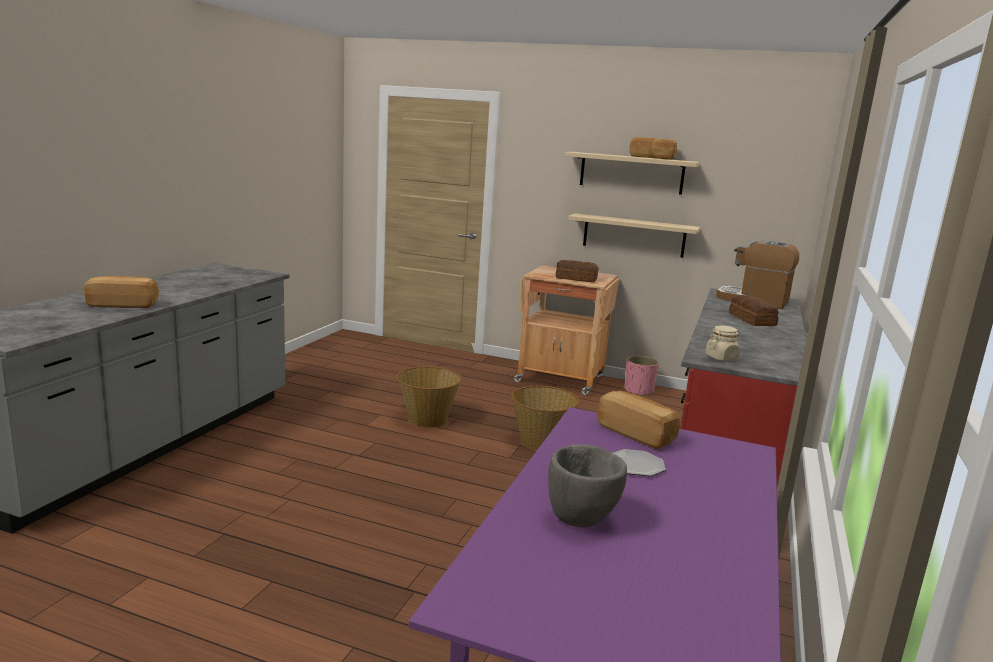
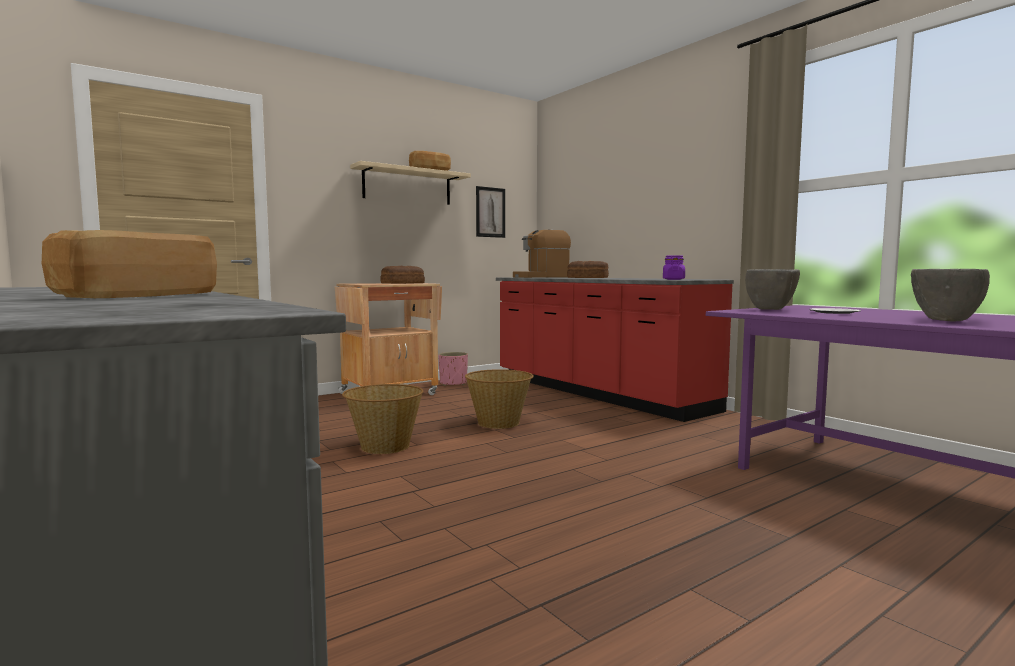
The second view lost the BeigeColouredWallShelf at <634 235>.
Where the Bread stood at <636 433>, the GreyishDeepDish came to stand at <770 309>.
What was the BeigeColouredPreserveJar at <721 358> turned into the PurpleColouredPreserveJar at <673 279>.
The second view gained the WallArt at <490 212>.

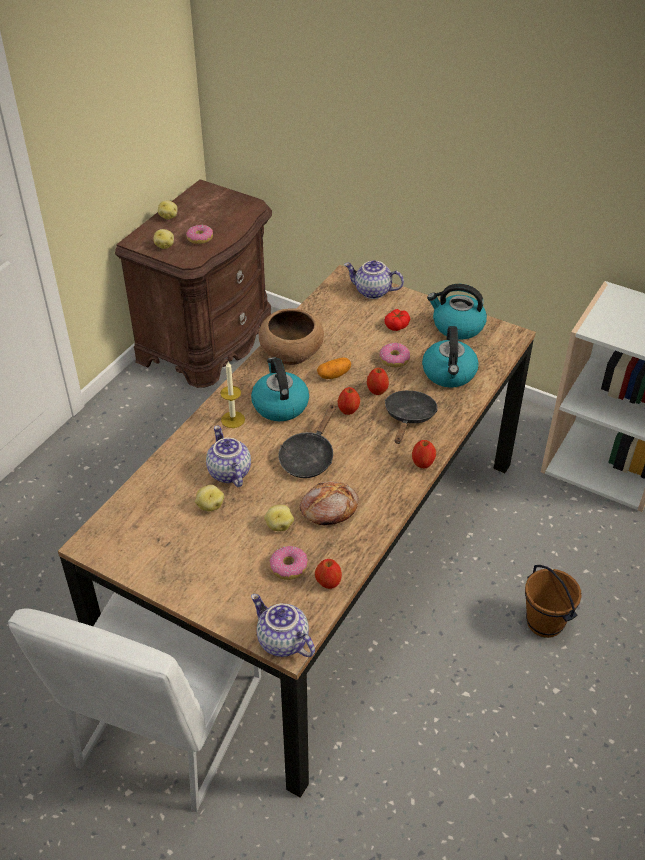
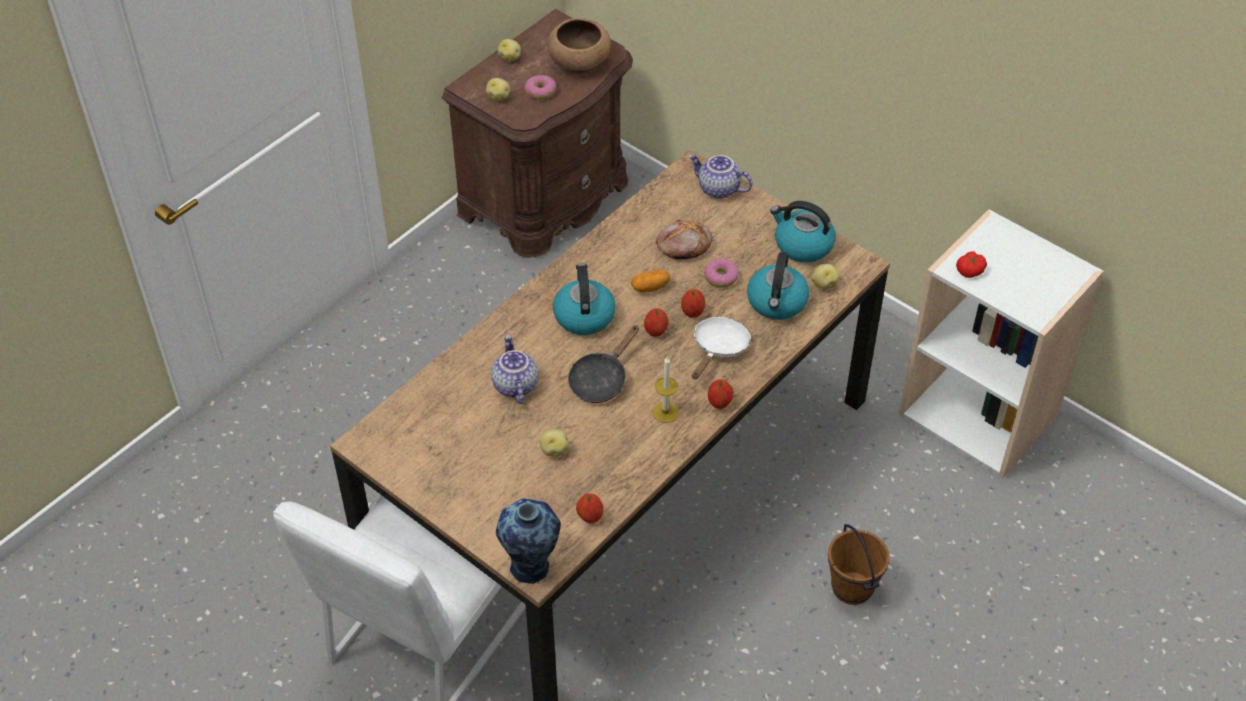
The Spud ended up elsewhere, having gone from <210 505> to <823 283>.
The Candle ended up elsewhere, having gone from <233 419> to <665 412>.
Where the PotForTea stood at <281 641>, the DecorativeVase came to stand at <531 568>.
The BrownDeepDish ended up elsewhere, having gone from <292 353> to <580 62>.
The second view lost the Doughnut at <288 567>.
The Bread ended up elsewhere, having gone from <328 508> to <683 245>.
The Tomato ended up elsewhere, having gone from <397 325> to <970 270>.
What was the BlackSkillet at <409 417> turned into the WhiteColouredSkillet at <719 348>.

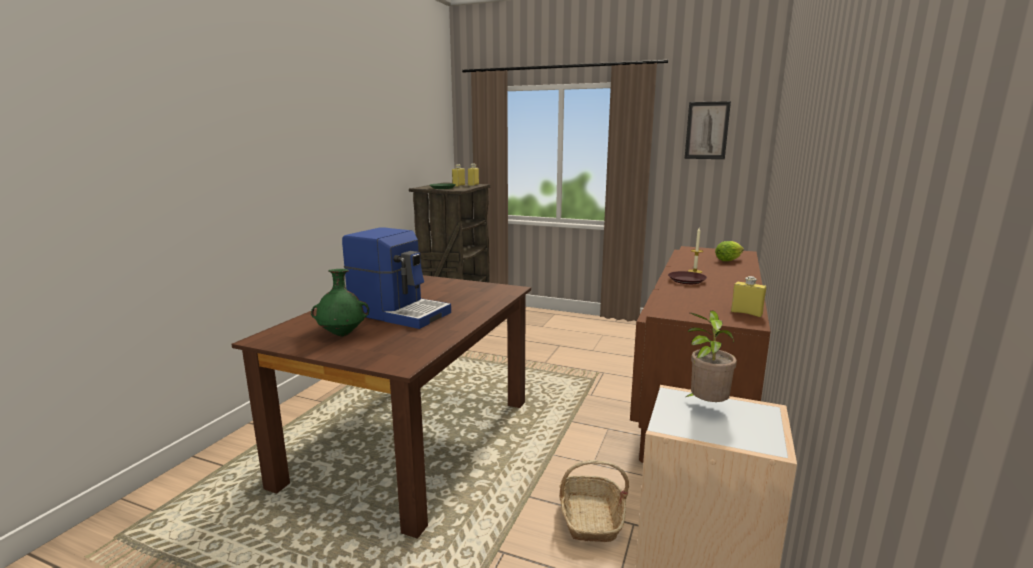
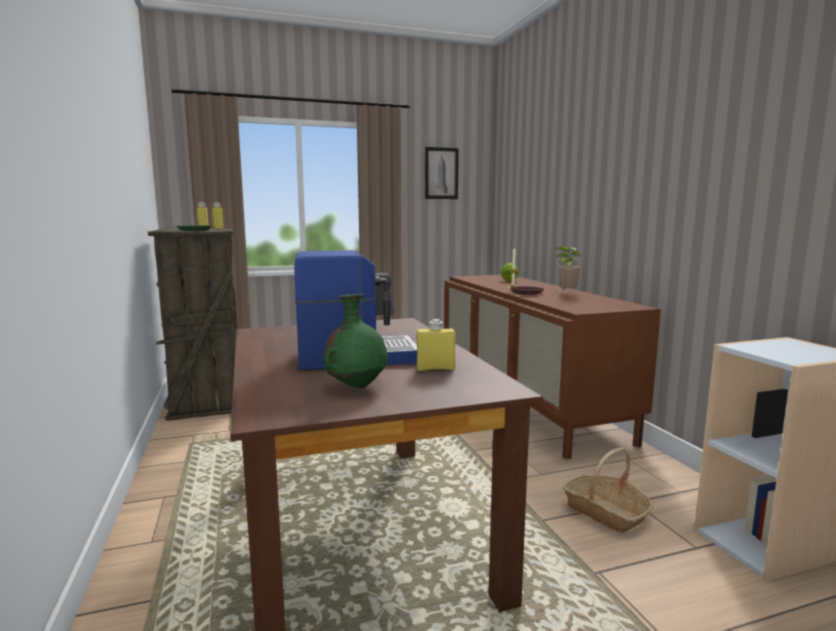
The PottedPlant ended up elsewhere, having gone from <705 406> to <566 294>.
The YellowColouredBeverageBottle ended up elsewhere, having gone from <746 313> to <435 369>.

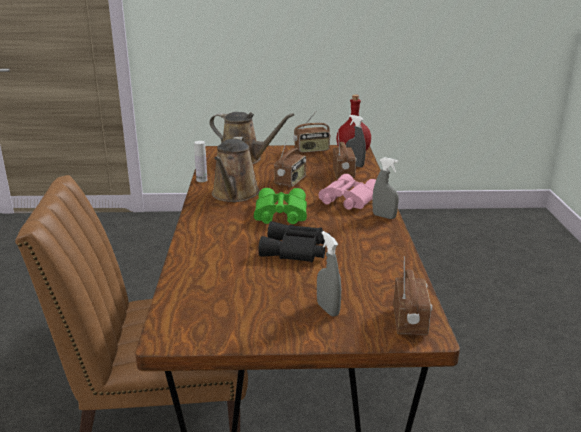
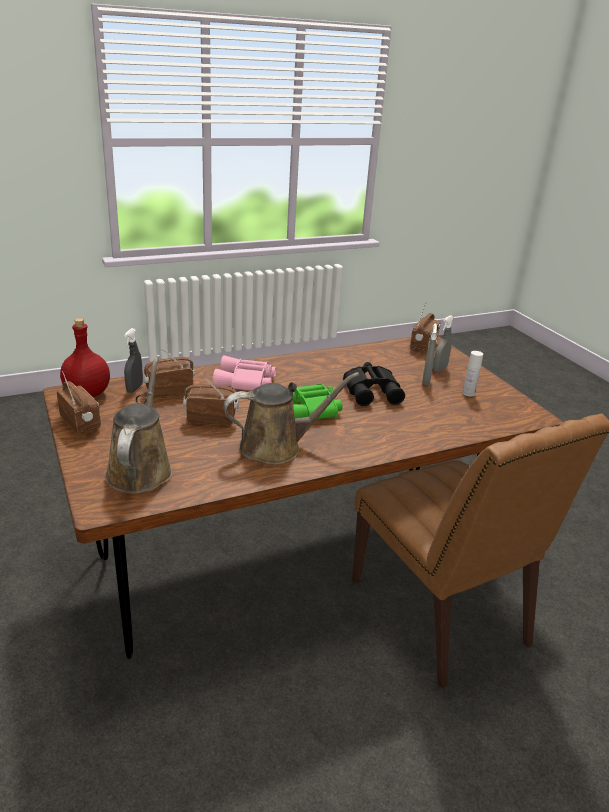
The WhiteColouredBeverageBottle ended up elsewhere, having gone from <201 180> to <468 393>.
The GreyishSprayBottle ended up elsewhere, having gone from <384 216> to <426 381>.
The Radio at <410 322> ended up facing another way, 135 degrees clockwise from before.

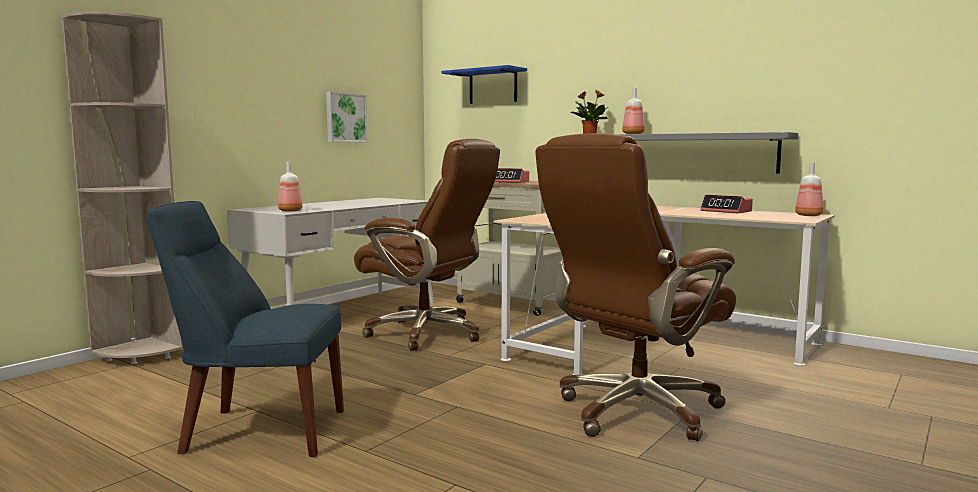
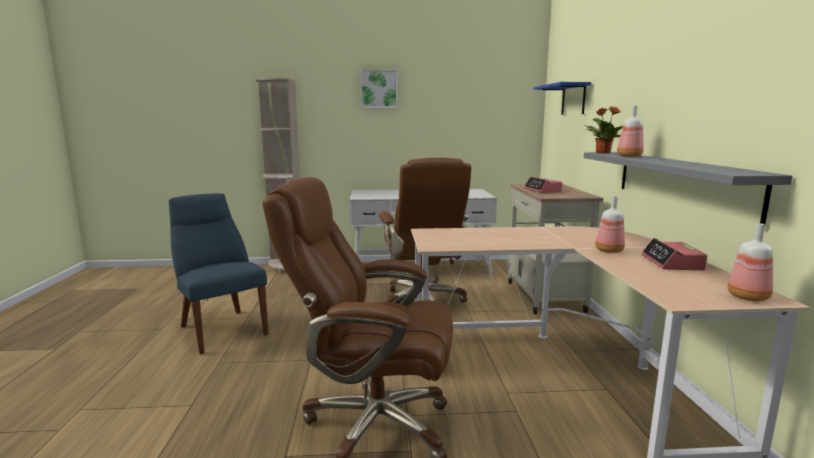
The BeverageBottle ended up elsewhere, having gone from <289 211> to <608 250>.
The WallArt ended up elsewhere, having gone from <345 117> to <379 89>.

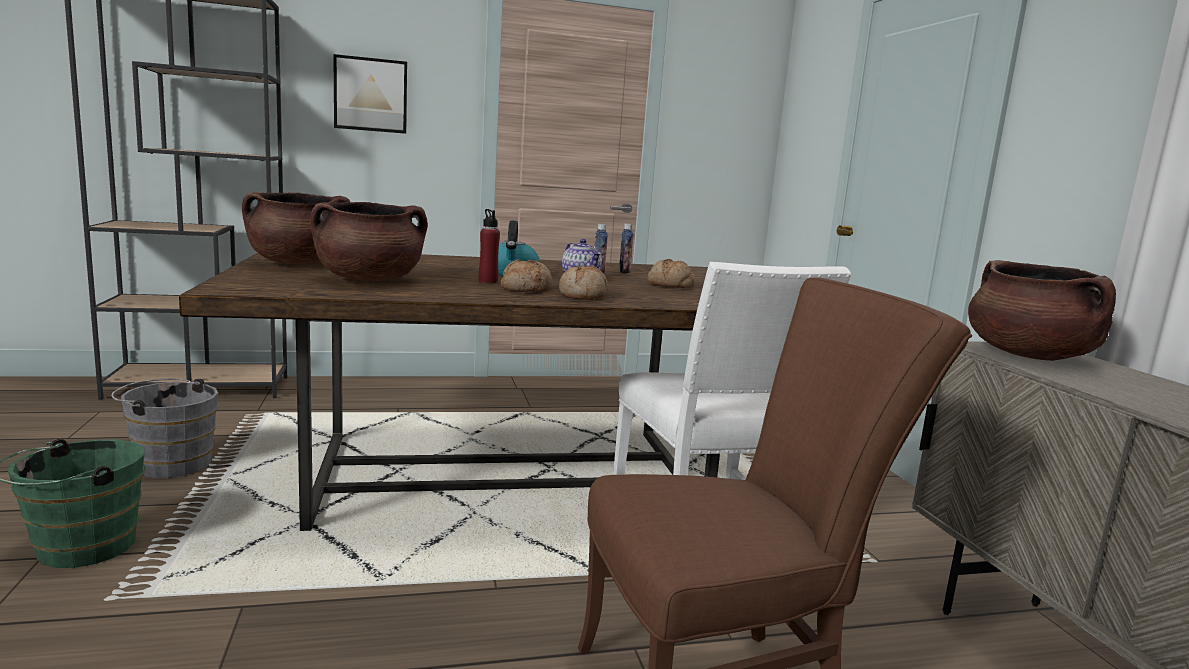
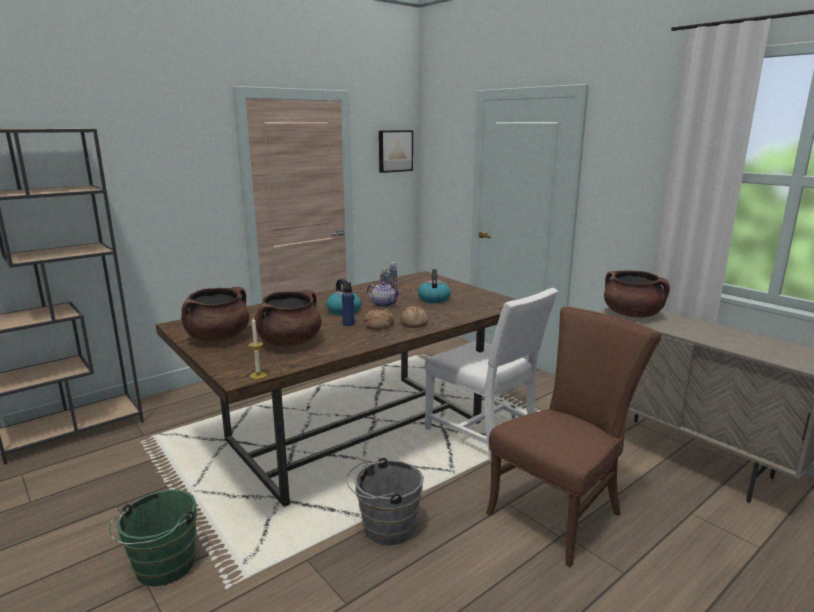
The GreyishPail ended up elsewhere, having gone from <170 463> to <384 528>.
The WallArt ended up elsewhere, having gone from <371 95> to <394 151>.
What was the RedBeverageBottle at <488 281> turned into the BlueBeverageBottle at <348 324>.
Where the Bread stood at <669 285>, the WaterKettle came to stand at <433 299>.
The second view gained the Candle at <258 375>.

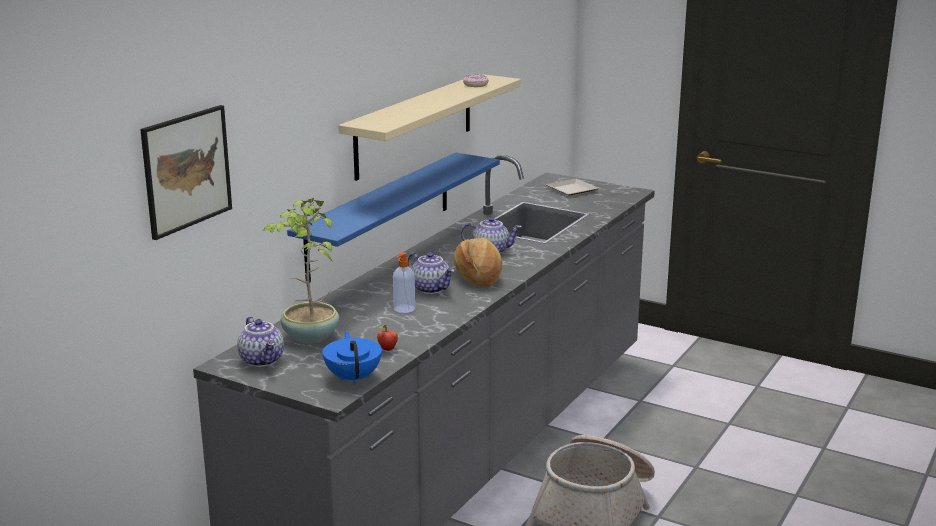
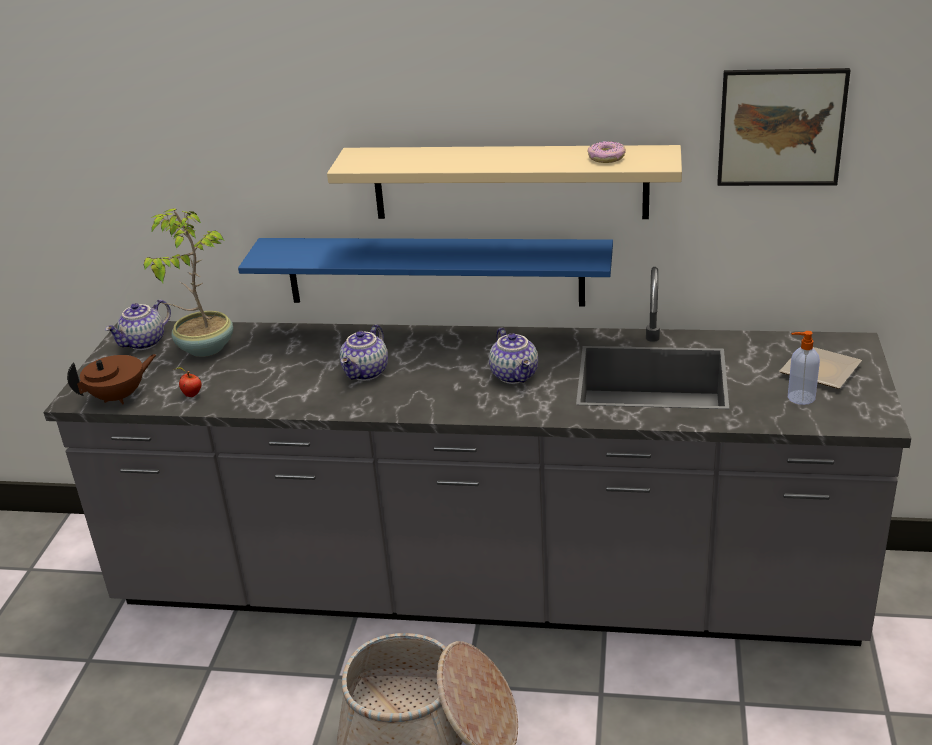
The WallArt ended up elsewhere, having gone from <186 170> to <781 127>.
What was the BluePotForTea at <353 377> turned into the BrownPotForTea at <119 397>.
The SoapDispenser ended up elsewhere, having gone from <404 309> to <800 397>.
The second view lost the Bread at <479 276>.

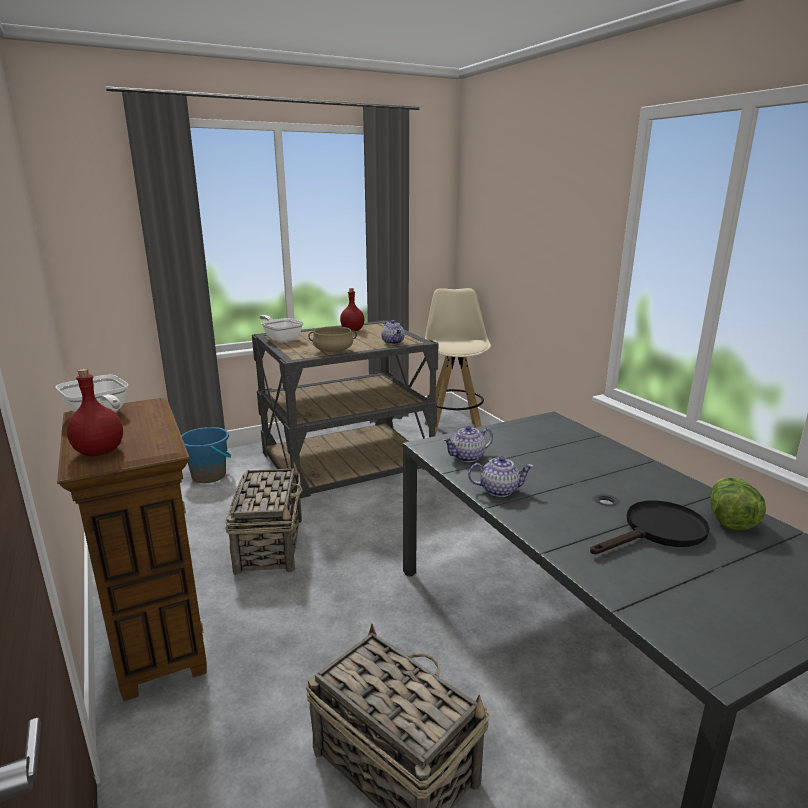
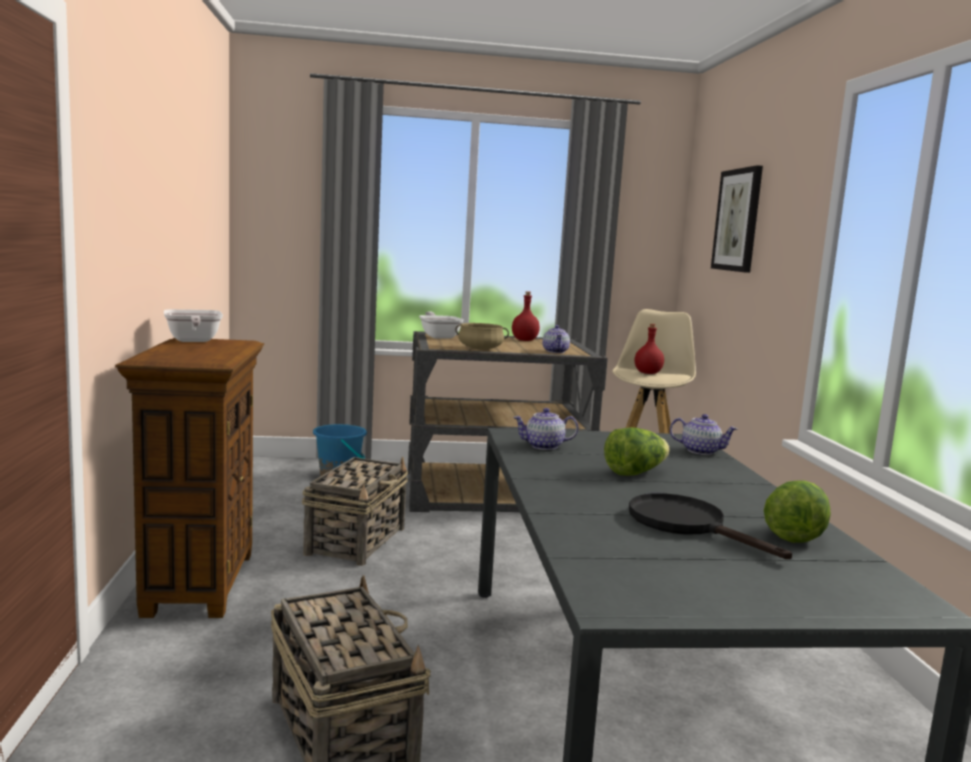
The RedBeverageBottle ended up elsewhere, having gone from <98 452> to <647 373>.
The PotForTea ended up elsewhere, having gone from <499 490> to <701 451>.
The BlackSkillet at <657 532> ended up facing another way, 120 degrees counterclockwise from before.
The second view gained the HeadOfLettuce at <634 473>.
The second view gained the WallArt at <738 220>.

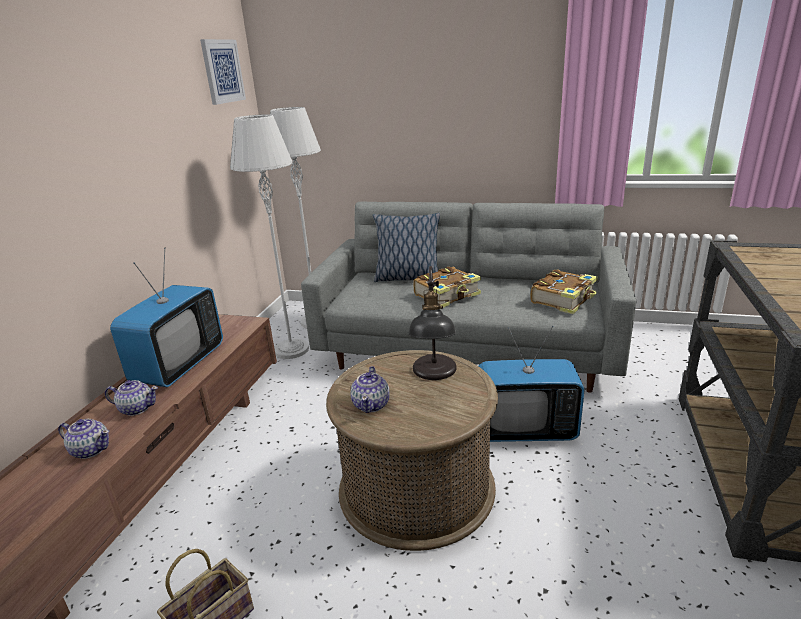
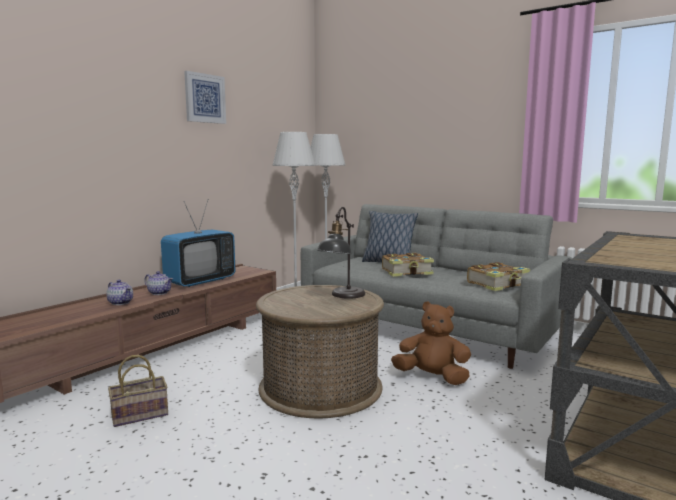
The WallArt ended up elsewhere, having gone from <222 71> to <205 98>.
The second view lost the PotForTea at <371 404>.
Where the Tv stood at <525 430>, the BrownPlushToy came to stand at <432 377>.

